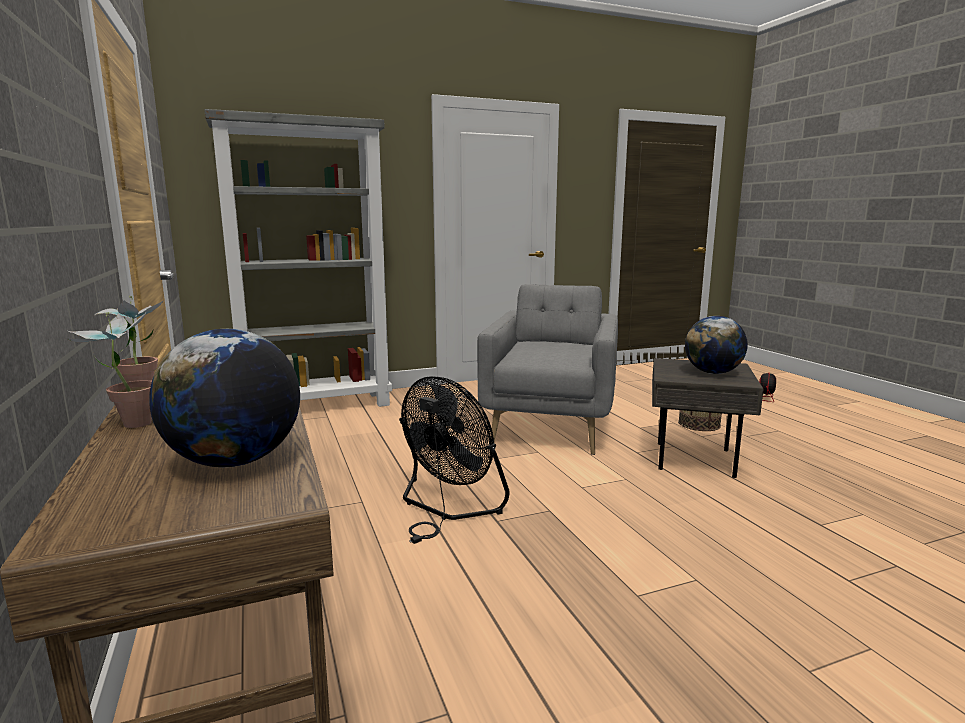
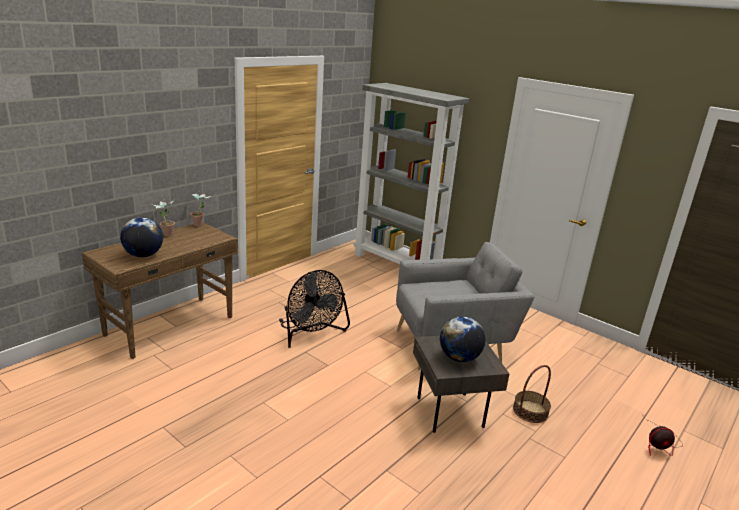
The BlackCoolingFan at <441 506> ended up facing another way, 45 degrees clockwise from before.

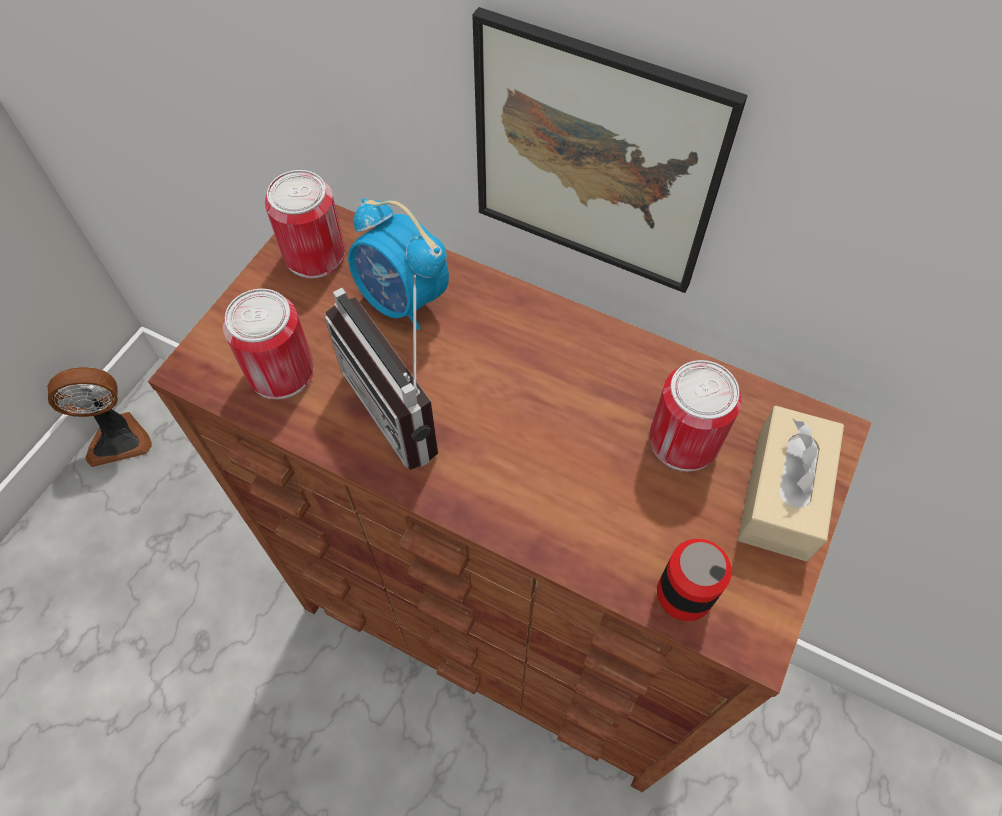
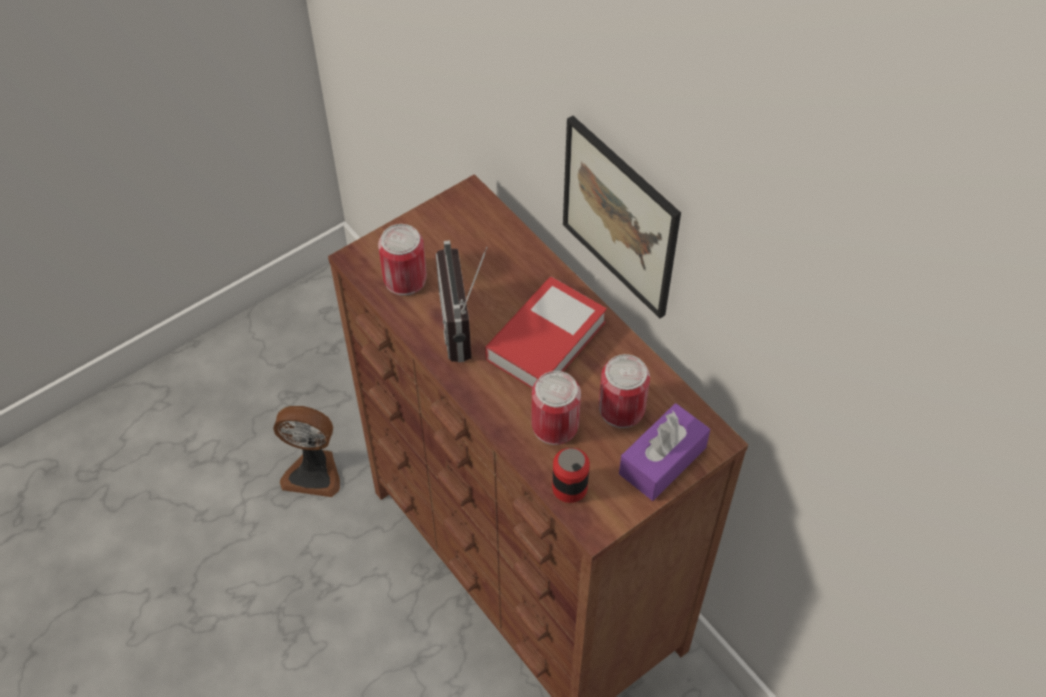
The CoolingFan ended up elsewhere, having gone from <118 437> to <313 471>.
The SealedCan ended up elsewhere, having gone from <315 254> to <555 425>.
The second view lost the BedsideClock at <402 301>.
What was the BeigeColouredBoxOfTissues at <782 494> turned into the PurpleColouredBoxOfTissues at <662 461>.
The second view gained the Book at <546 341>.

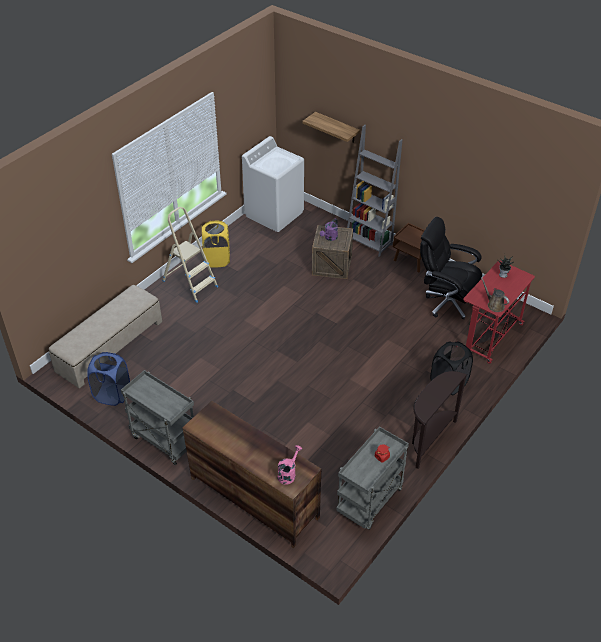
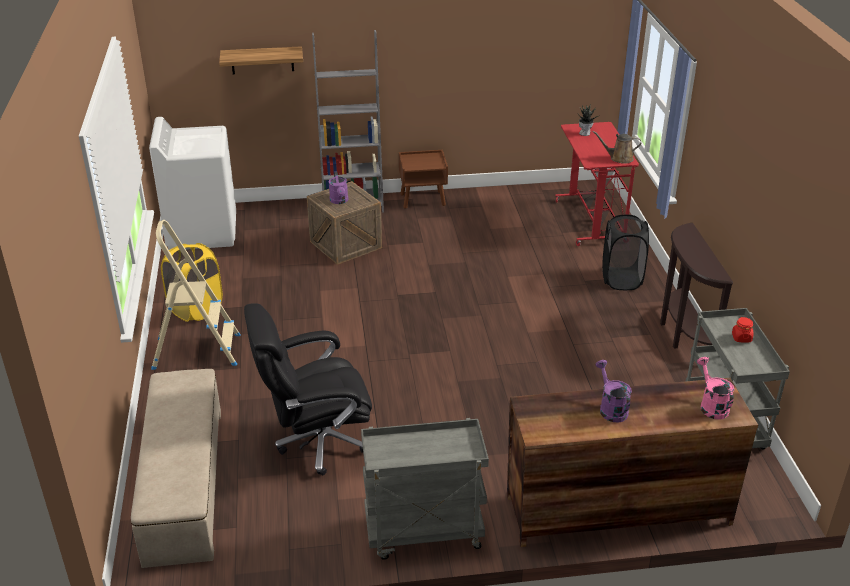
The second view lost the BlueWashingBasket at <112 394>.
The BlackDeskChair ended up elsewhere, having gone from <446 303> to <317 444>.
The second view gained the PurpleColouredWateringPot at <611 408>.

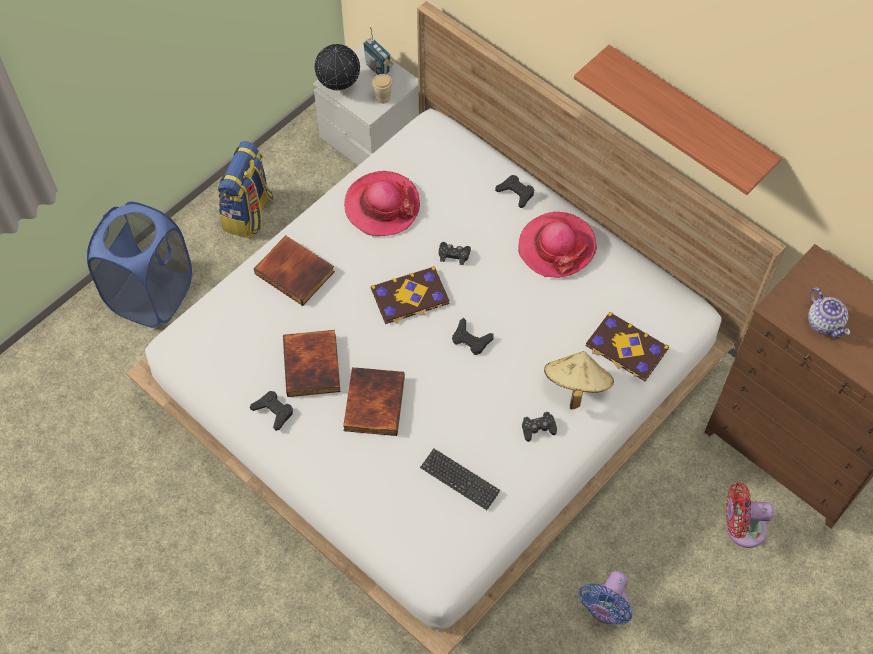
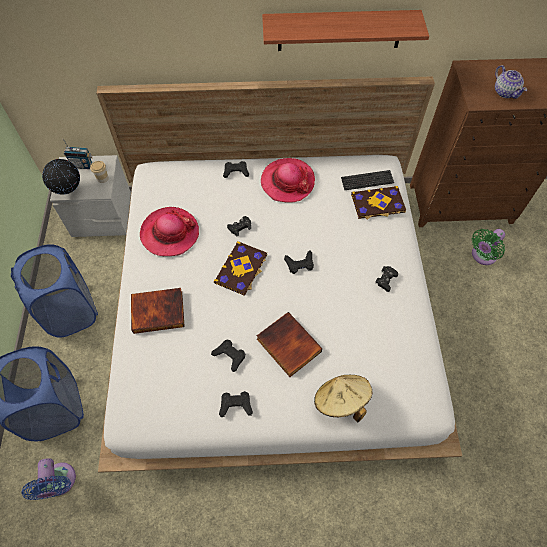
Where the Knapsack stood at <249 214>, the BlueWashingBasket came to stand at <71 311>.
Where the Book stood at <313 366>, the BlackGameController came to stand at <230 356>.
The Keyboard ended up elsewhere, having gone from <459 480> to <367 181>.
The BeigeColouredClothingHat ended up elsewhere, having gone from <576 386> to <341 401>.
The BlueCoolingFan ended up elsewhere, having gone from <605 608> to <60 483>.
What was the RedCoolingFan at <741 528> turned into the GreenishCoolingFan at <482 256>.
The PotForTea at <824 322> ended up facing another way, 45 degrees clockwise from before.

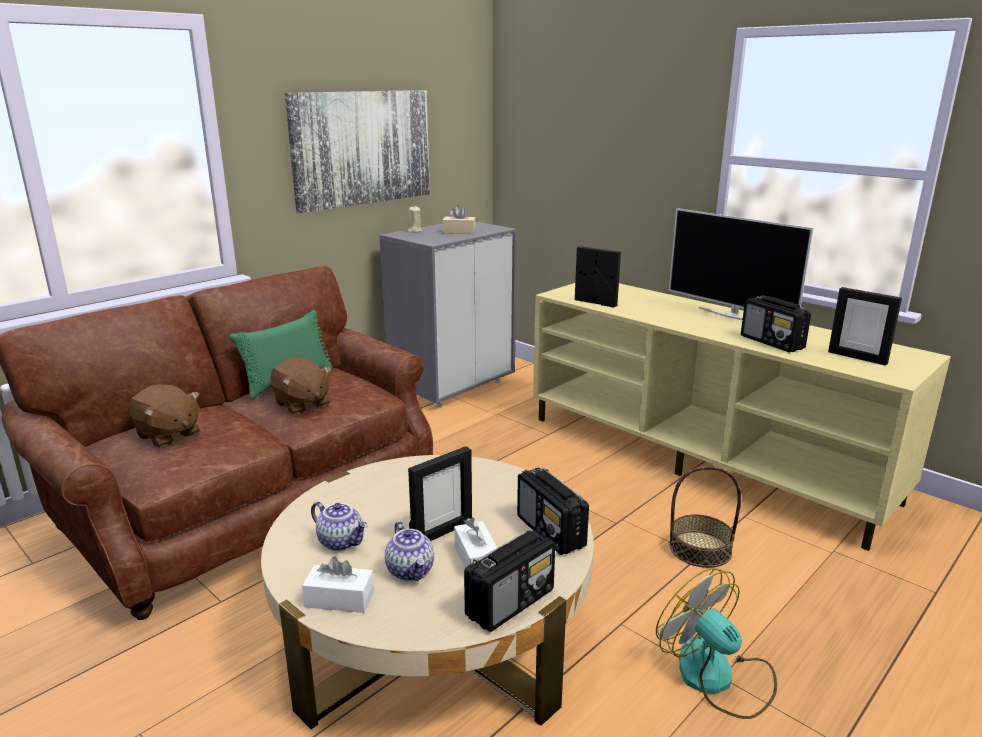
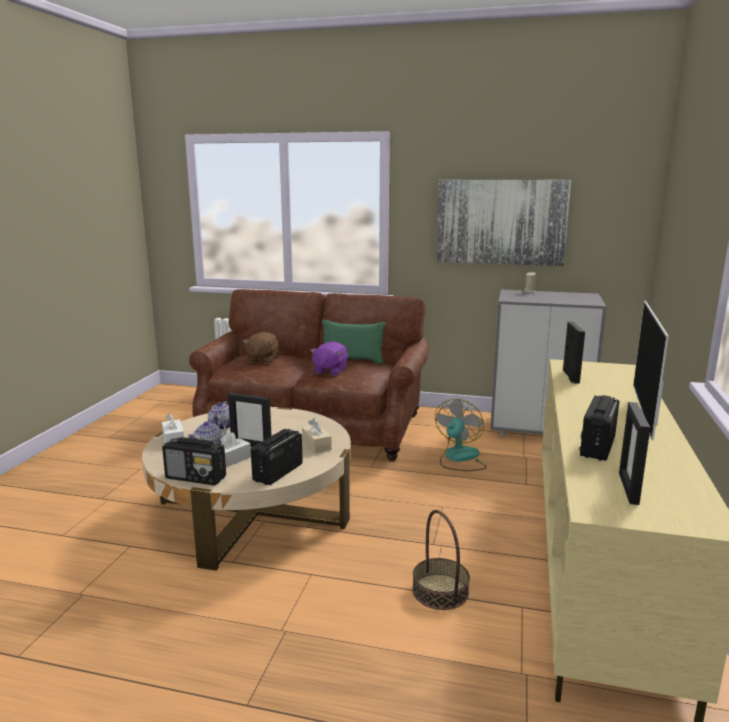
What was the BrownPlushToy at <302 404> turned into the PurpleColouredPlushToy at <330 371>.
The BeigeColouredBoxOfTissues ended up elsewhere, having gone from <459 231> to <316 445>.
The CoolingFan ended up elsewhere, having gone from <717 678> to <459 458>.

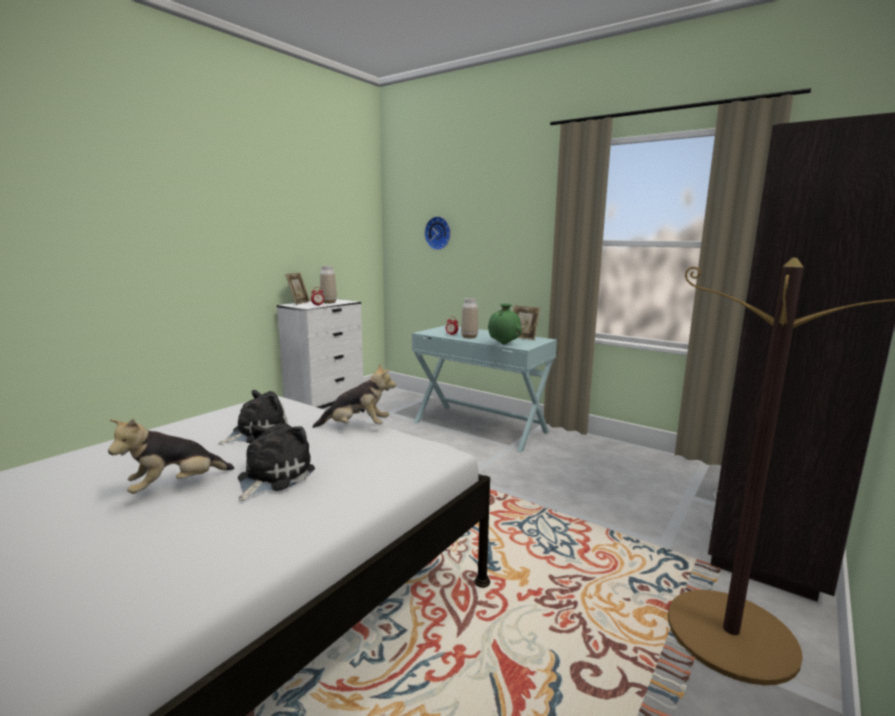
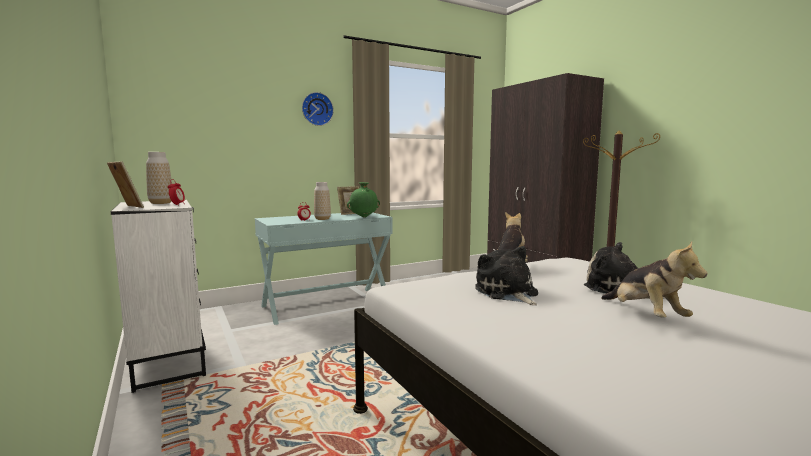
The HangingClock ended up elsewhere, having gone from <439 233> to <317 109>.

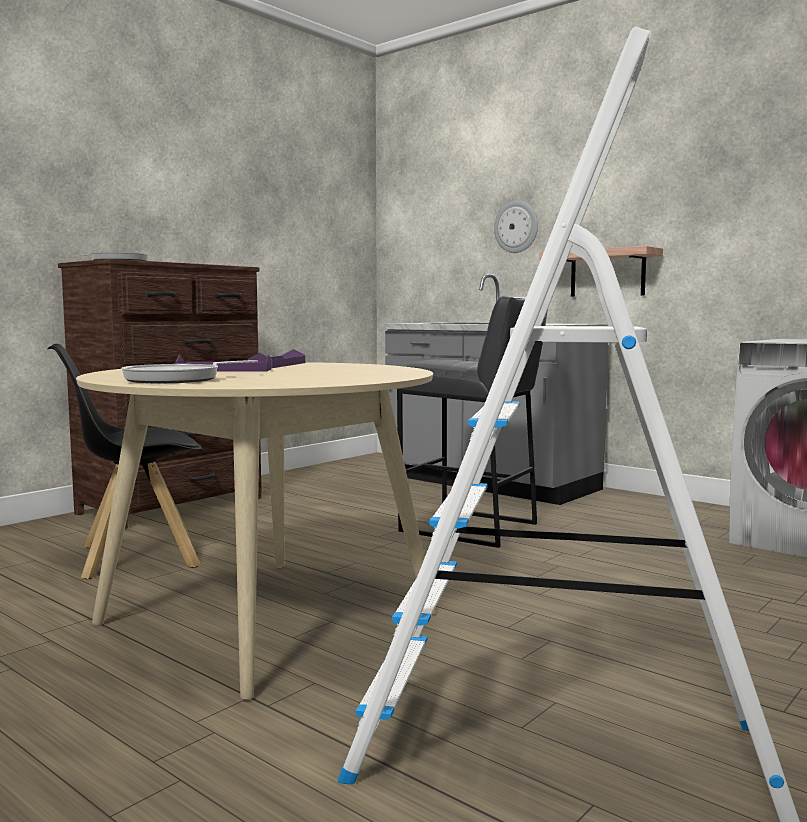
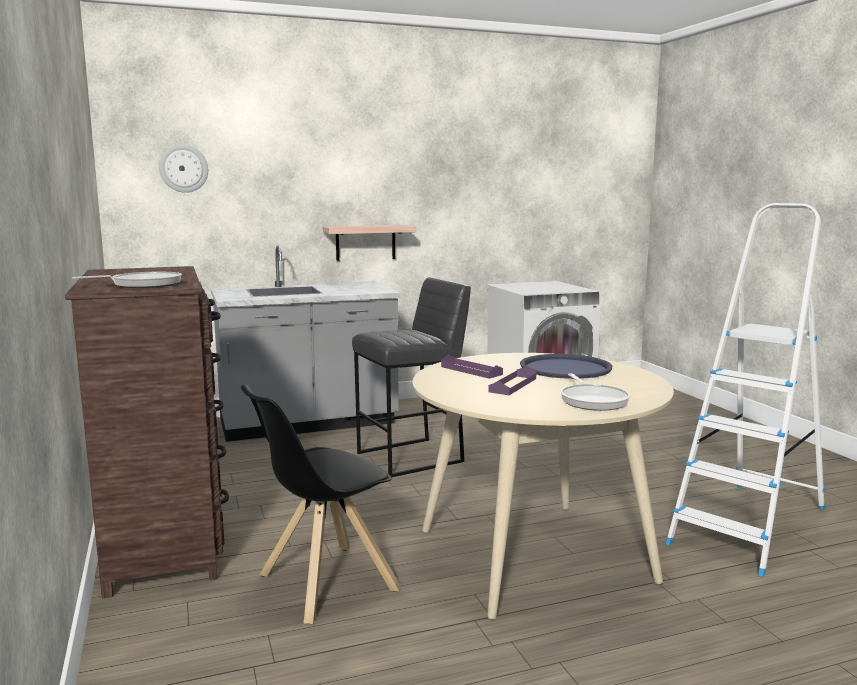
The BlackChair at <135 556> ended up facing another way, 45 degrees clockwise from before.
The HangingClock ended up elsewhere, having gone from <516 227> to <183 168>.
The second view gained the BlueCarryingTray at <565 368>.

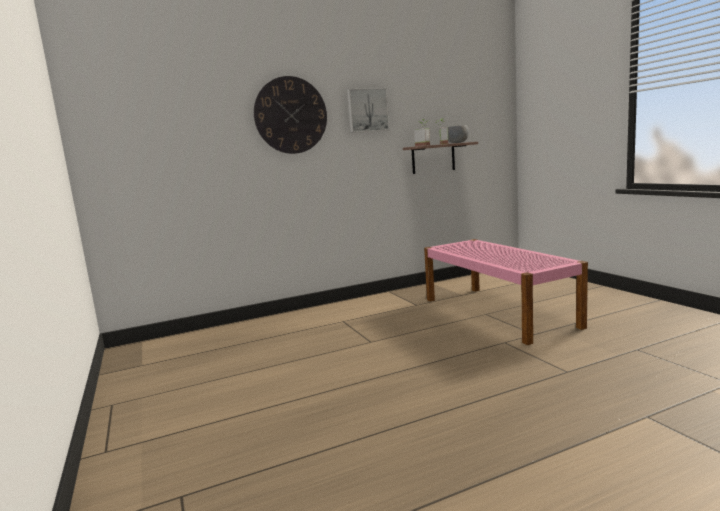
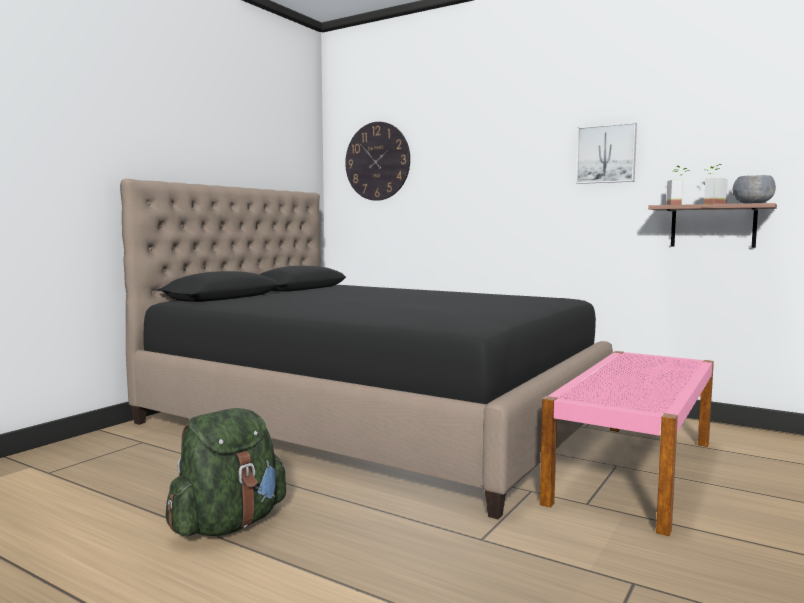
The HangingClock ended up elsewhere, having gone from <291 115> to <377 161>.
The second view gained the BlackBedroomBed at <373 419>.
The second view gained the GreenishKnapsack at <228 524>.

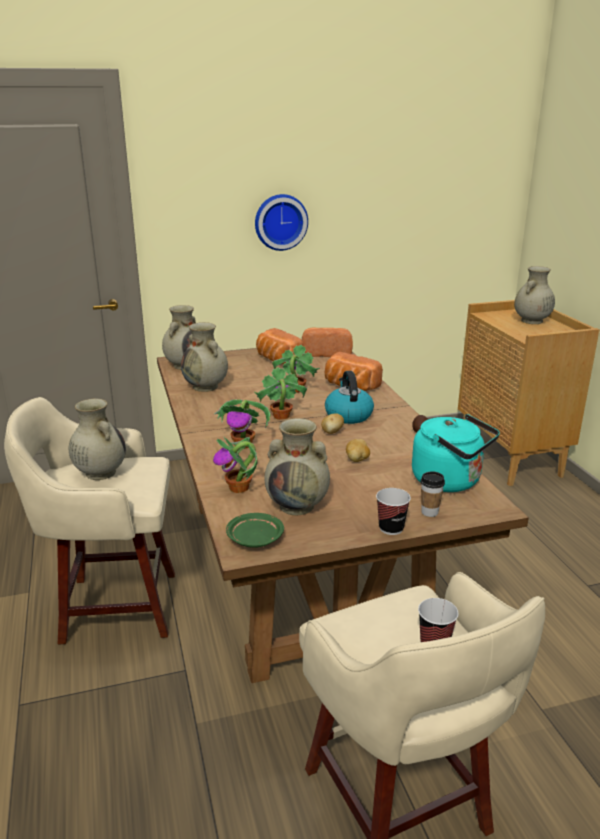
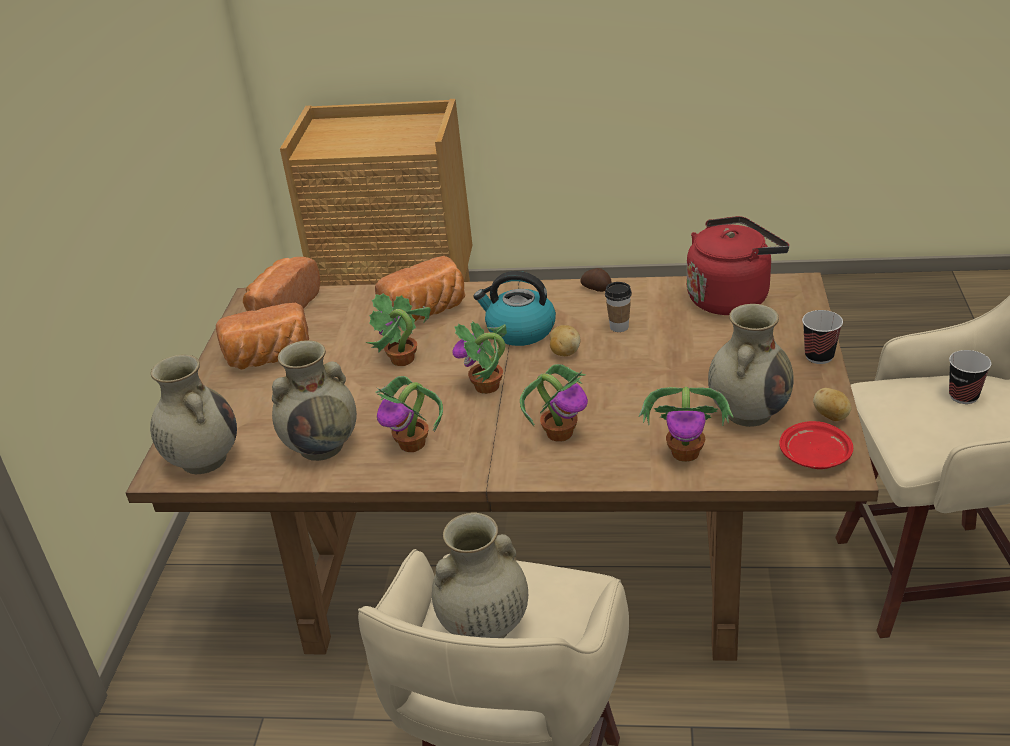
What was the GreenishDinnerPlate at <254 538> turned into the RedDinnerPlate at <815 456>.
The second view lost the HangingClock at <280 222>.
The Spud ended up elsewhere, having gone from <357 460> to <831 416>.
What was the TurquoiseWaterKettle at <450 481> turned into the RedWaterKettle at <731 297>.
The DrinkingCup ended up elsewhere, having gone from <429 512> to <619 327>.
The second view lost the BeigeColouredDecorativeVase at <531 321>.
The second view gained the PottedPlant at <413 444>.

